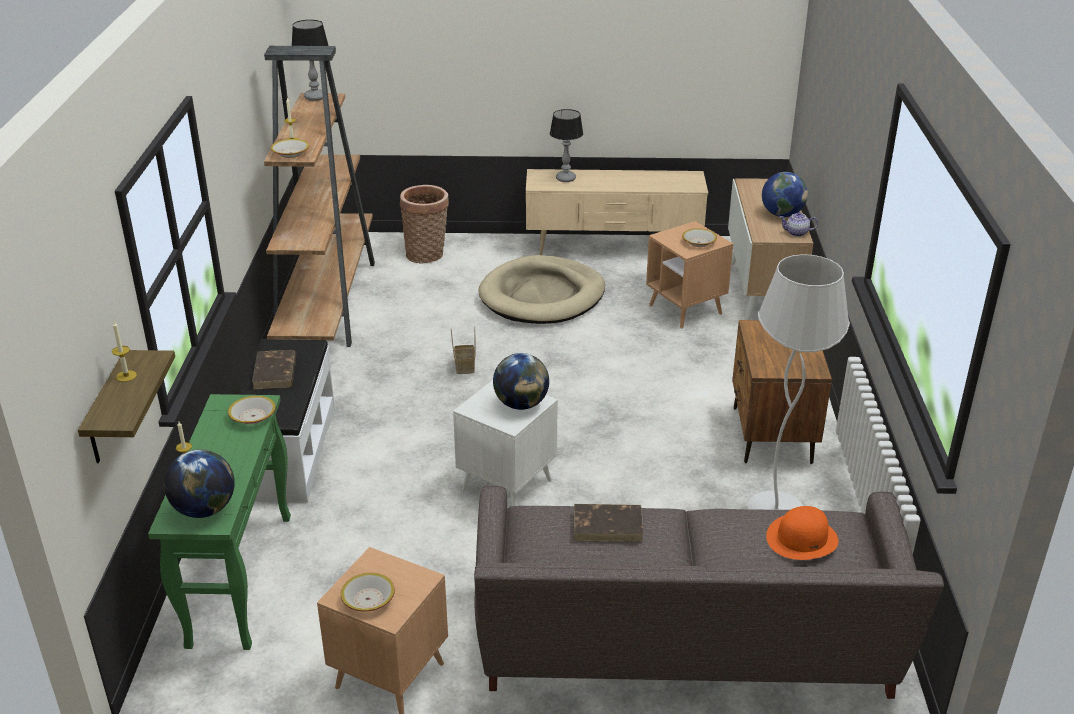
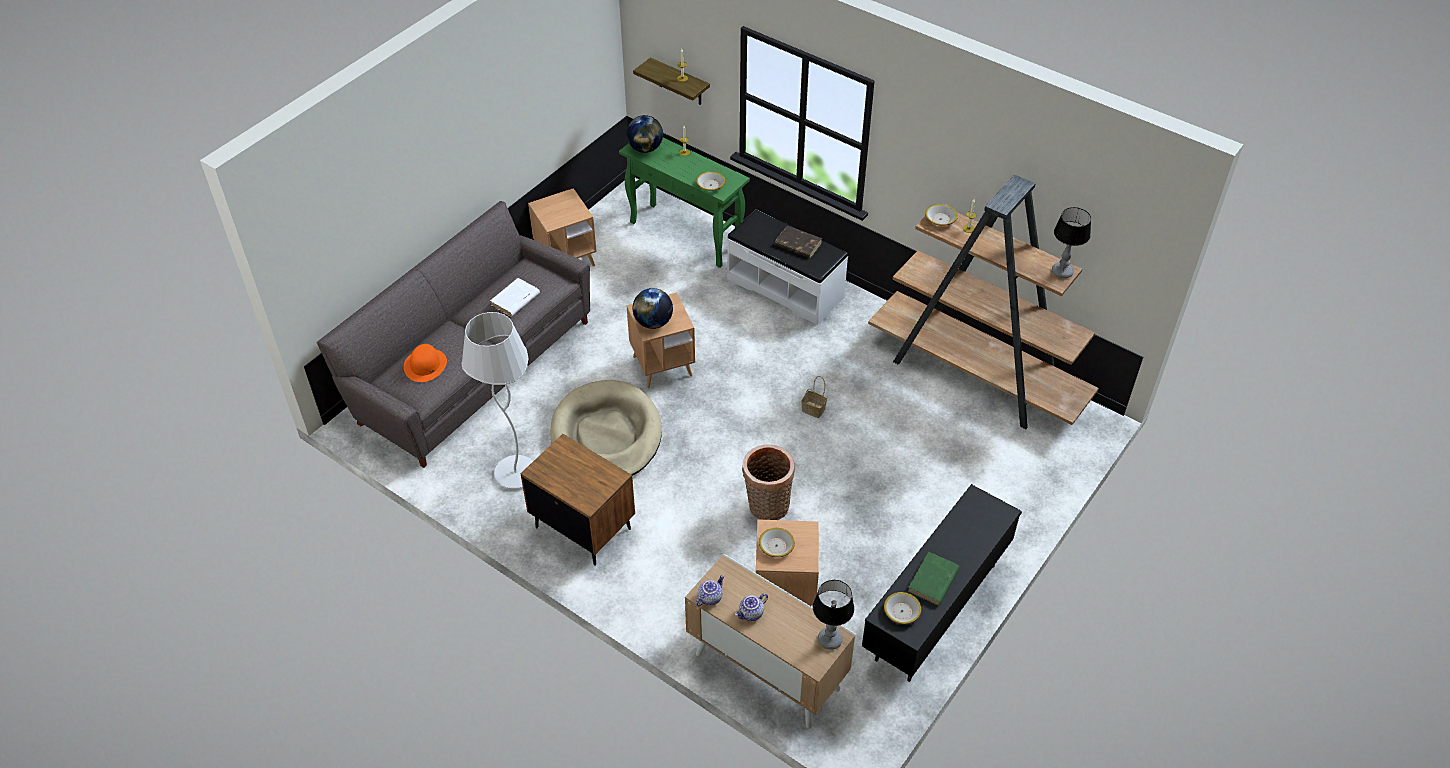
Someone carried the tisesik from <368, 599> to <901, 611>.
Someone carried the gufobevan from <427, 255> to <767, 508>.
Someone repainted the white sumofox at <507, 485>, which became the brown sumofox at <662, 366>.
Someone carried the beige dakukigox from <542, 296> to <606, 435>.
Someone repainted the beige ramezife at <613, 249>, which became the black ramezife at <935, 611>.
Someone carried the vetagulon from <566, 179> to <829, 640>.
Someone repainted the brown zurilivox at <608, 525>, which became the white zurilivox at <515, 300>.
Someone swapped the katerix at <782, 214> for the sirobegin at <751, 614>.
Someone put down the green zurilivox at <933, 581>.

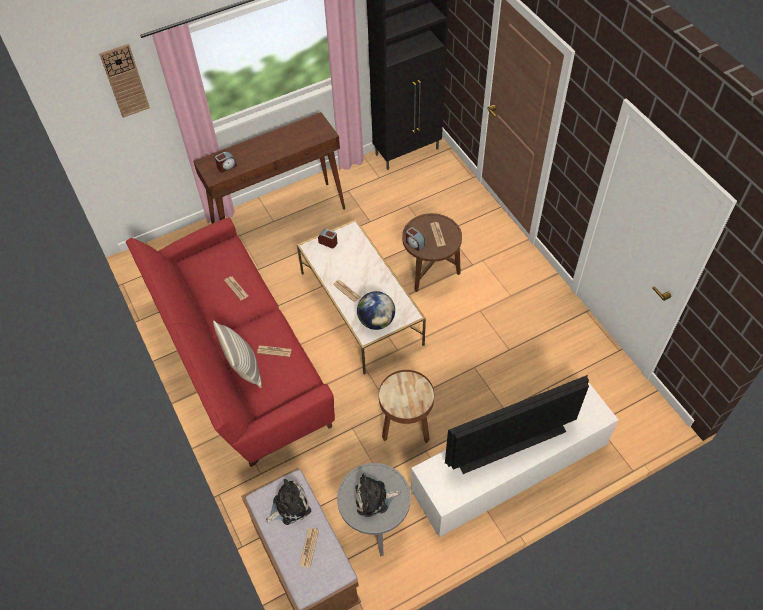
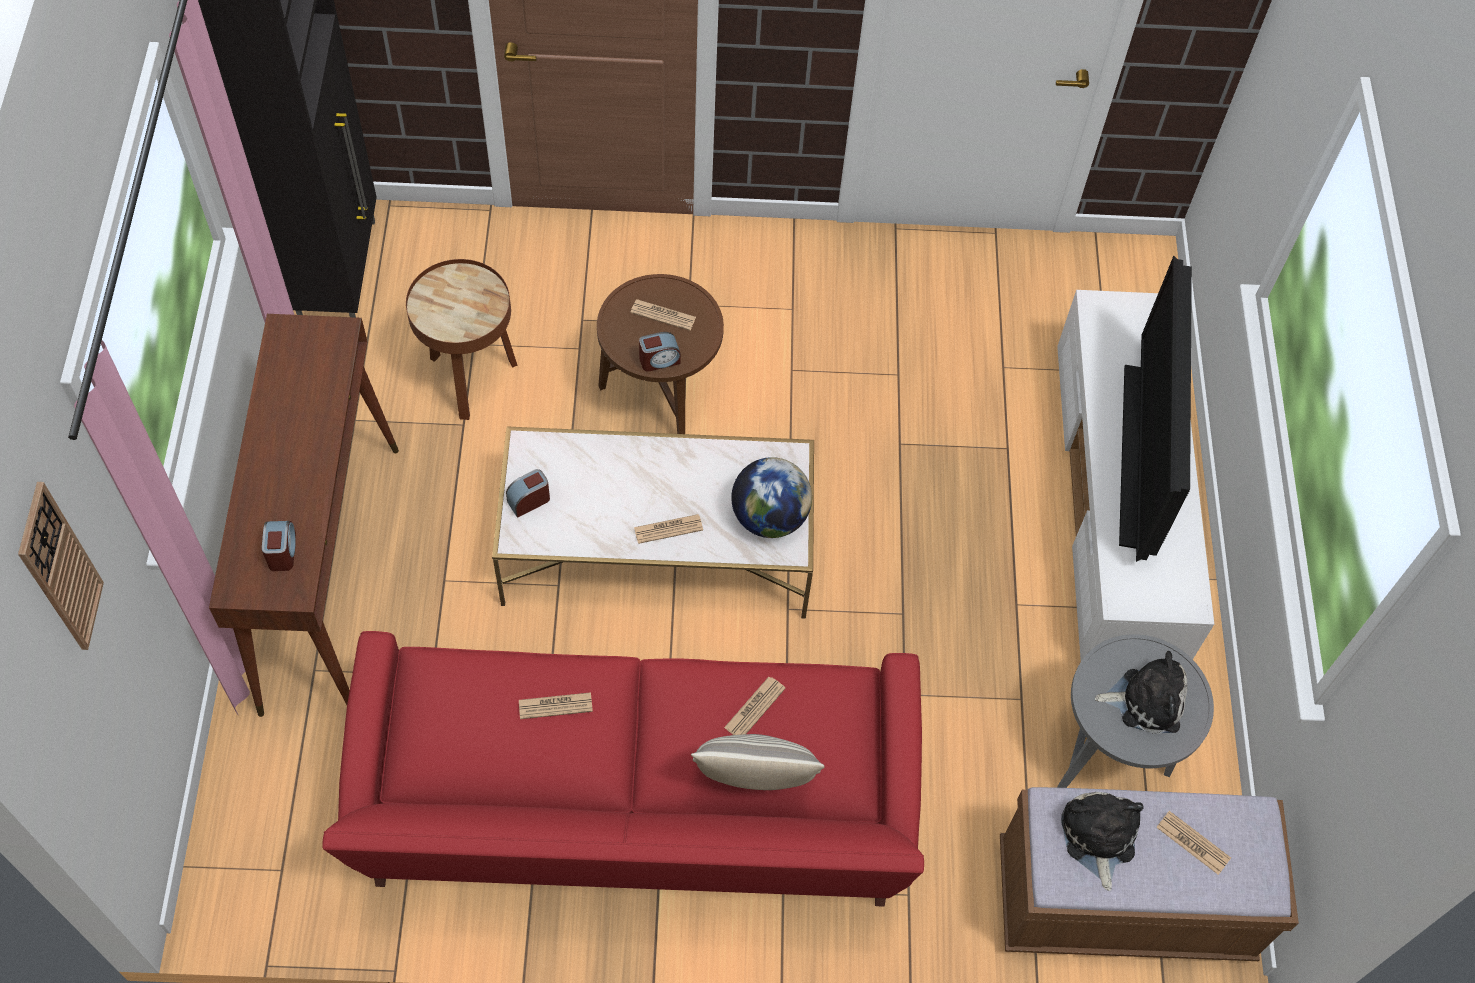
Someone rotated the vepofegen at <374, 498> by 105 degrees counterclockwise.
Someone carried the brown sumofox from <406, 428> to <471, 379>.

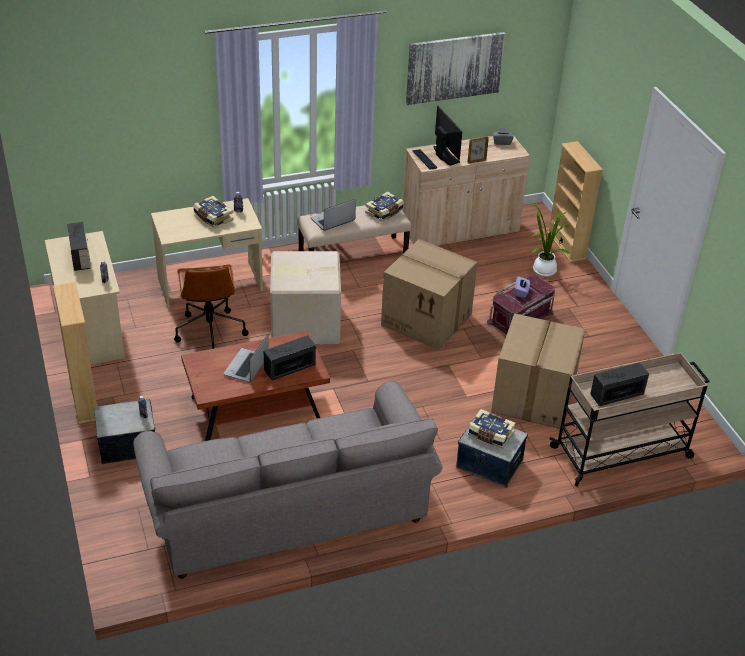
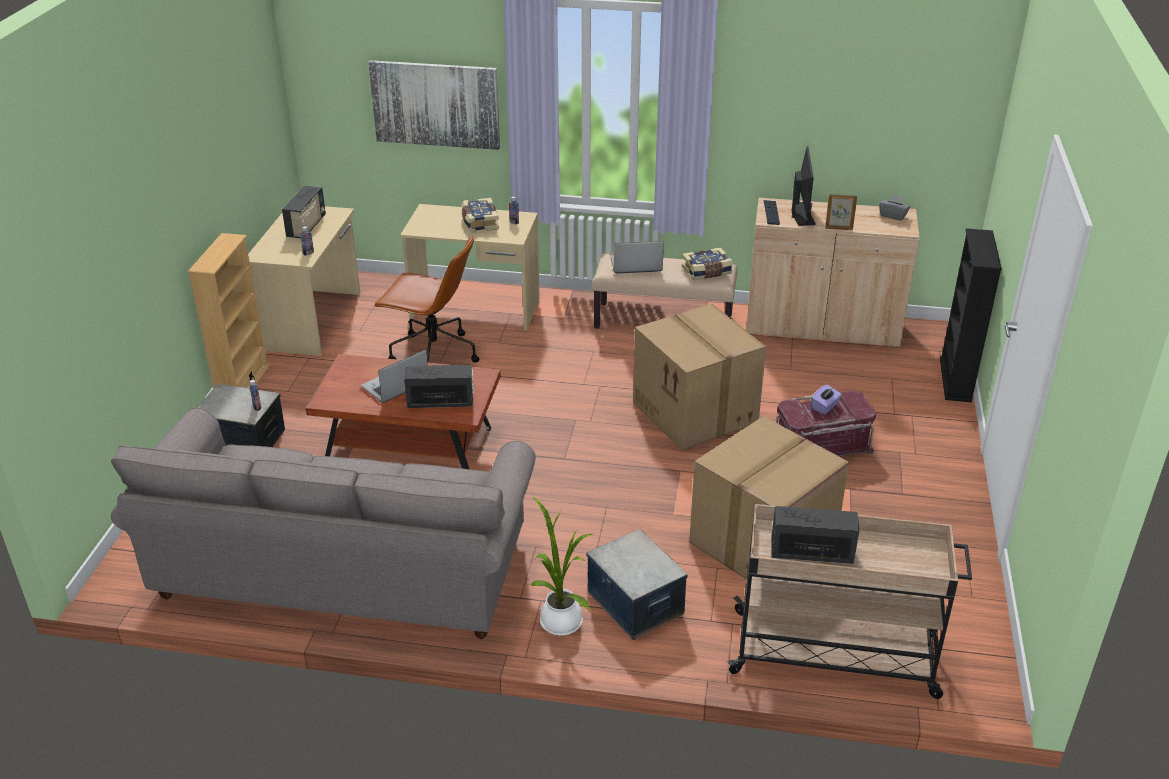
Someone rotated the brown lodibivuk at <210, 331> by 90 degrees counterclockwise.
Someone took away the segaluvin at <304, 323>.
Someone carried the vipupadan from <454, 67> to <435, 104>.
Someone took away the zurilivox at <490, 435>.
Someone carried the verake from <542, 269> to <559, 619>.
Someone repainted the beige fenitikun at <566, 245>, which became the black fenitikun at <955, 379>.

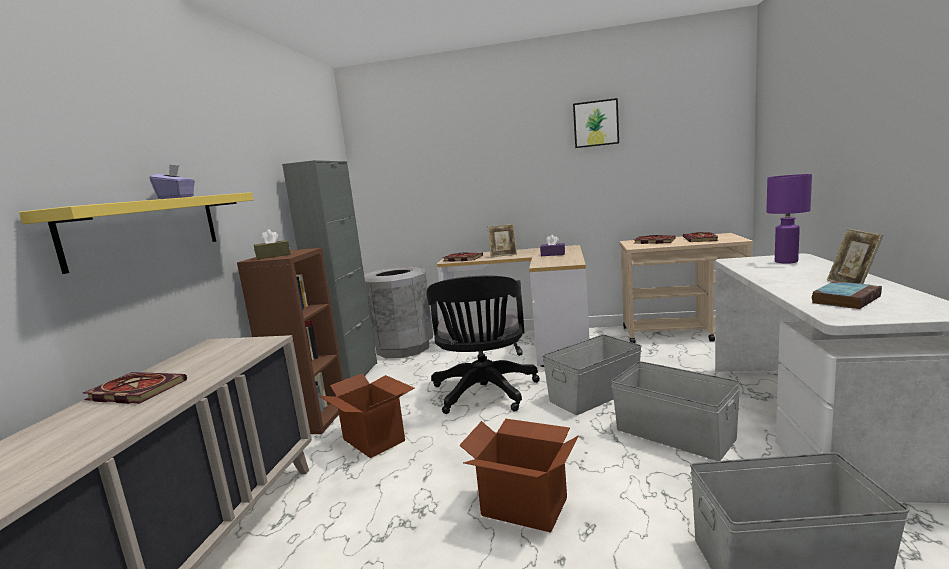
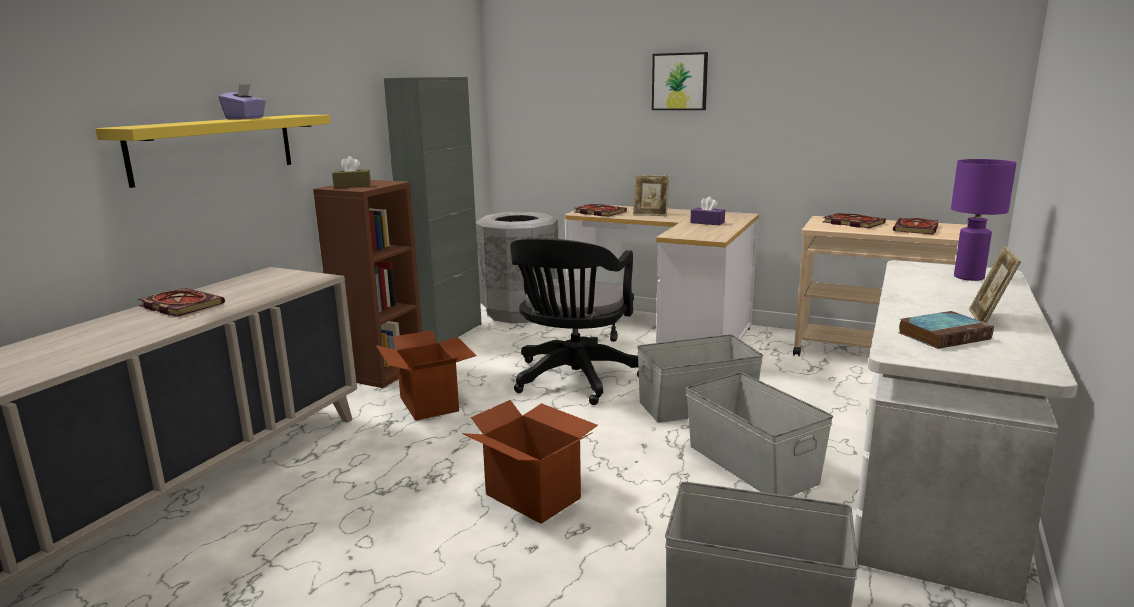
Someone carried the vipupadan from <595, 123> to <680, 81>.

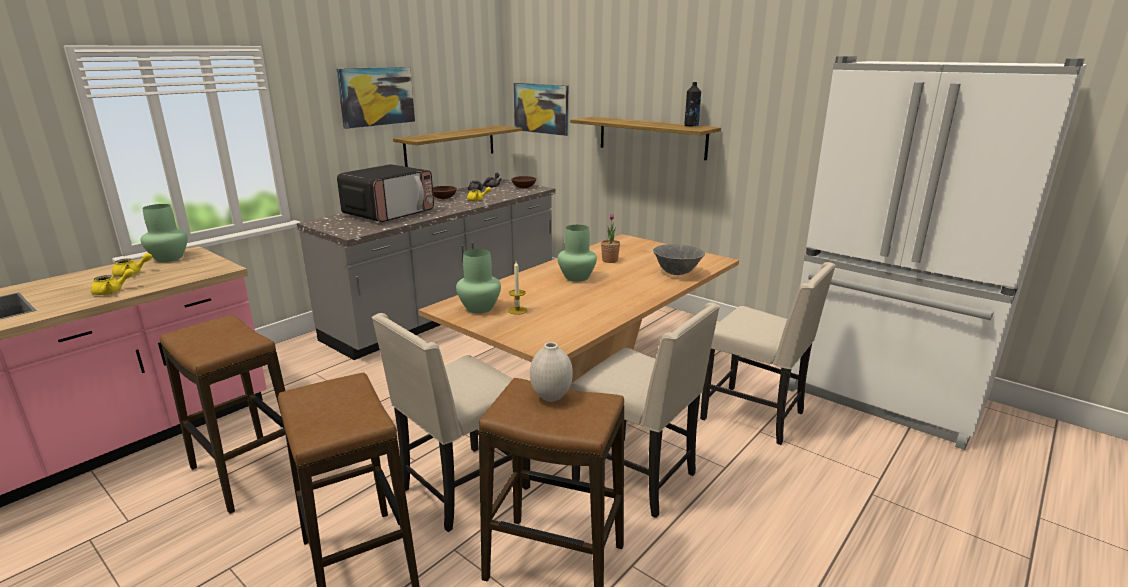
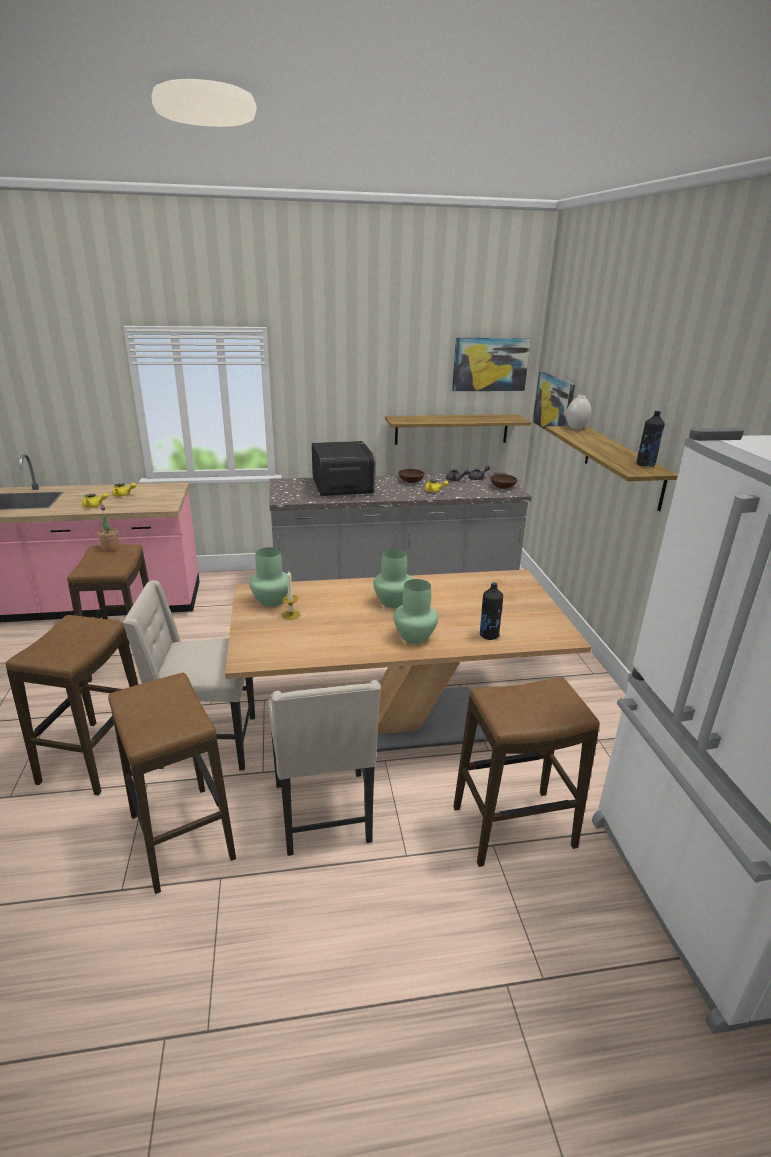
Someone carried the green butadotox from <168, 258> to <414, 637>.
Someone carried the vipupadan from <376, 96> to <490, 364>.
Someone rotated the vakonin at <389, 213> by 90 degrees counterclockwise.
Someone carried the white butadotox from <552, 397> to <576, 428>.
Someone carried the verake from <610, 260> to <111, 548>.
Someone swapped the grey tisesik at <676, 273> for the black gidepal at <489, 635>.
Someone swapped the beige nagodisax at <755, 416> for the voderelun at <513, 828>.

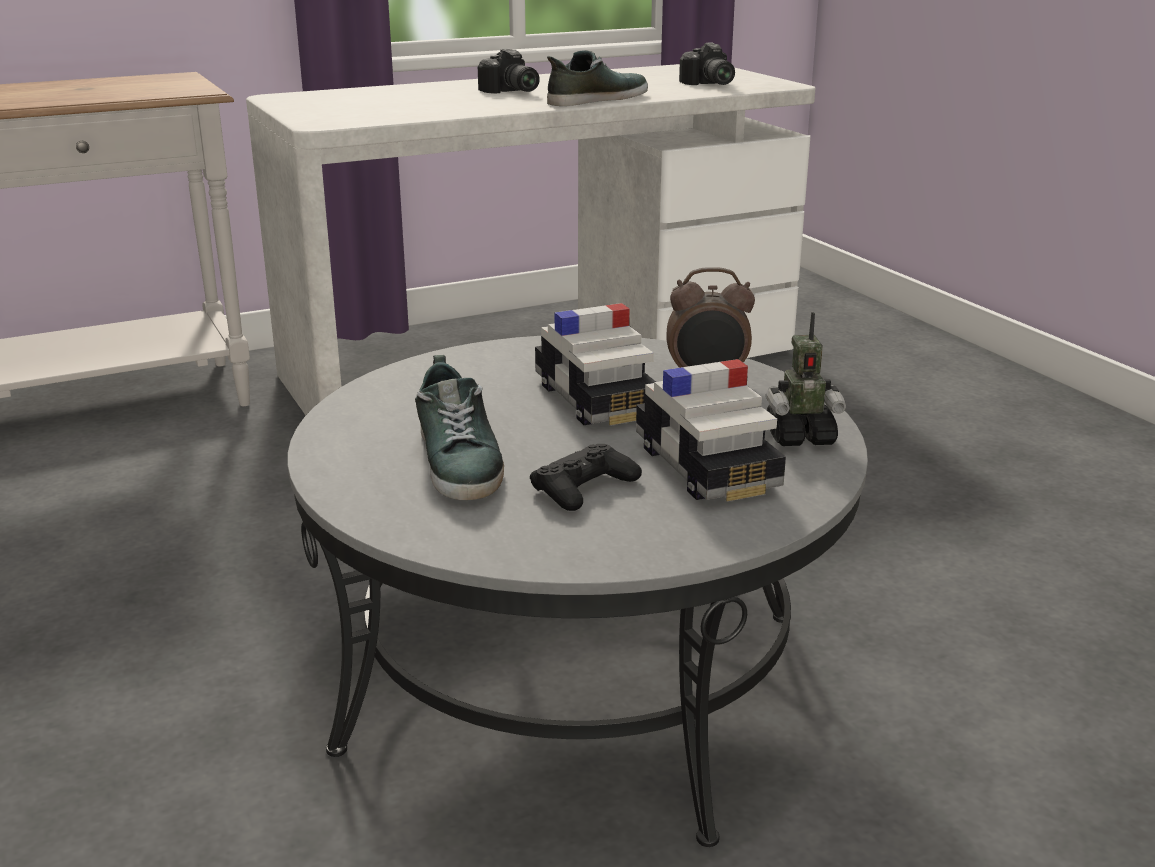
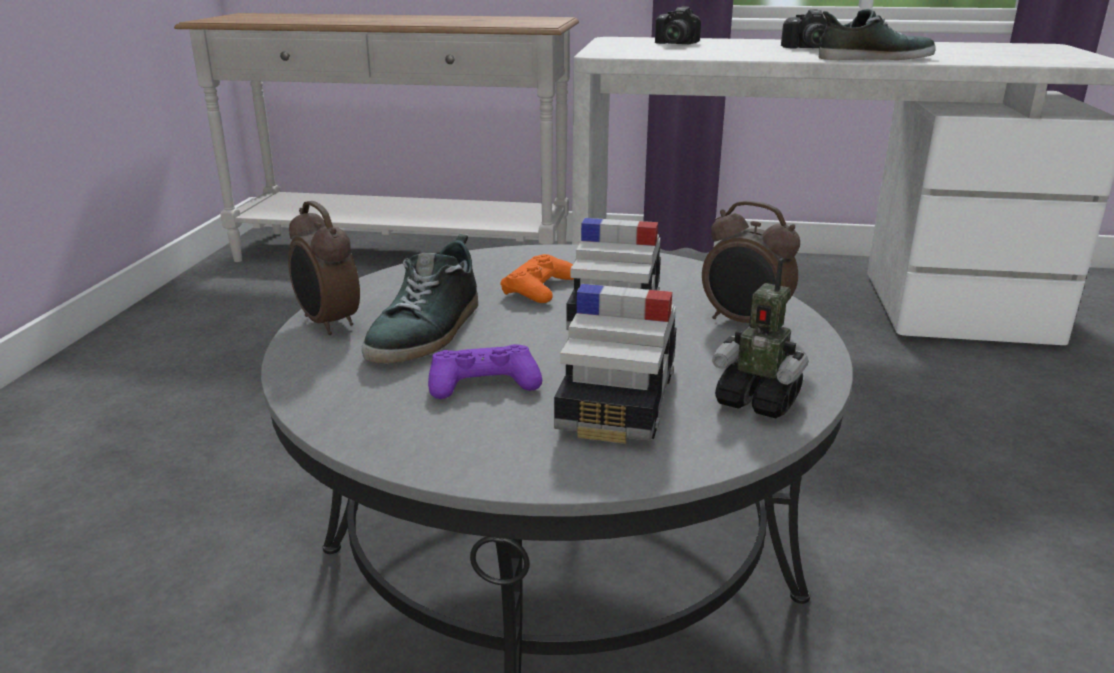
Someone repainted the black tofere at <584, 487>, which became the purple tofere at <483, 383>.
Someone carried the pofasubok from <708, 84> to <672, 44>.
Someone put down the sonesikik at <327, 324>.
Someone put down the orange tofere at <540, 288>.

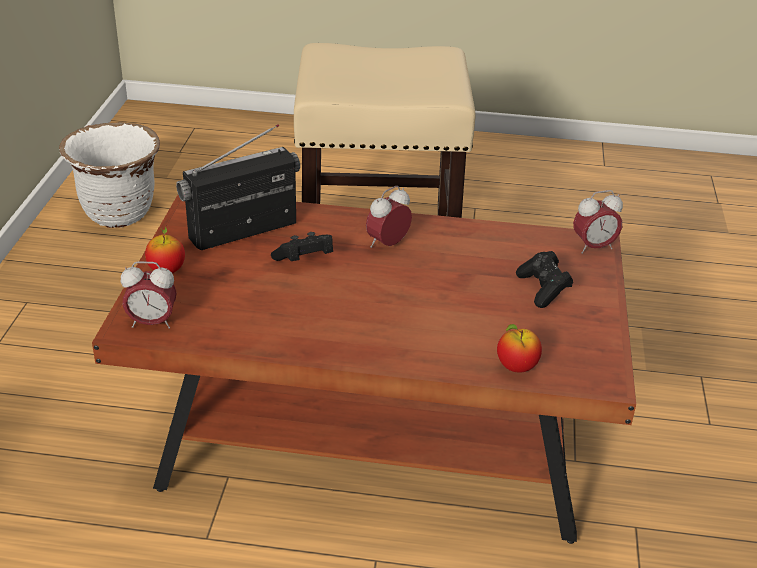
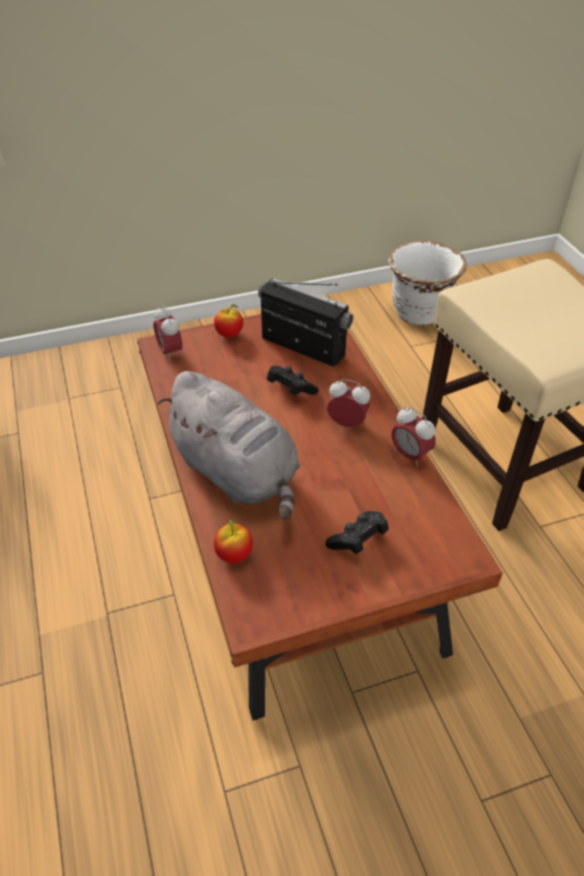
Someone carried the sonesikik from <593, 247> to <410, 455>.
Someone put down the grey vepofegen at <238, 473>.

